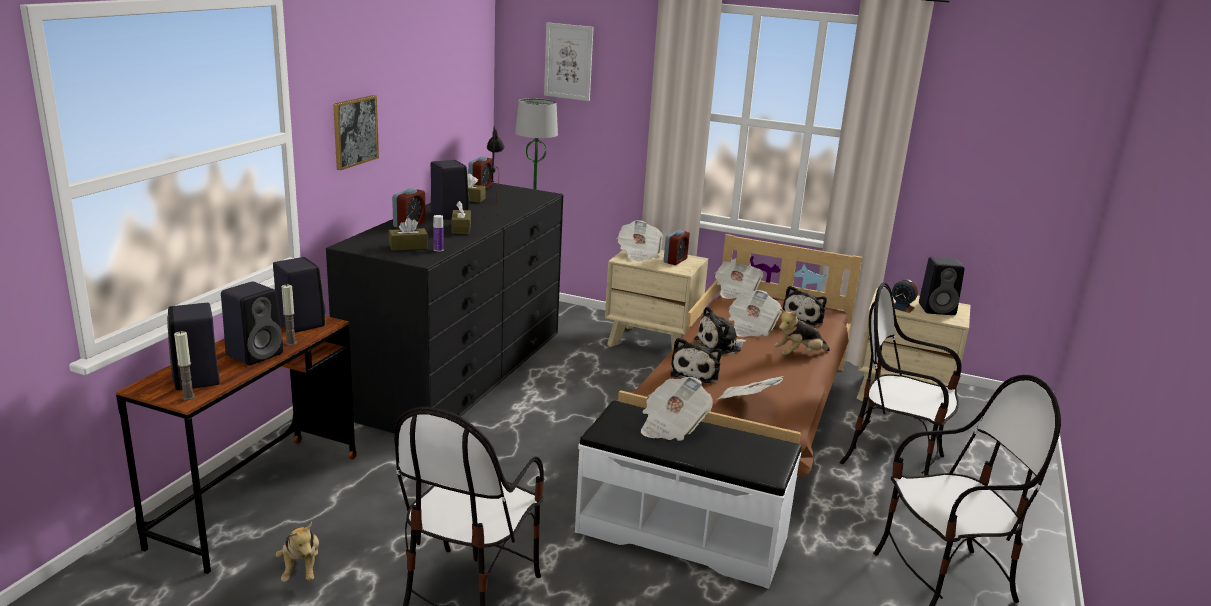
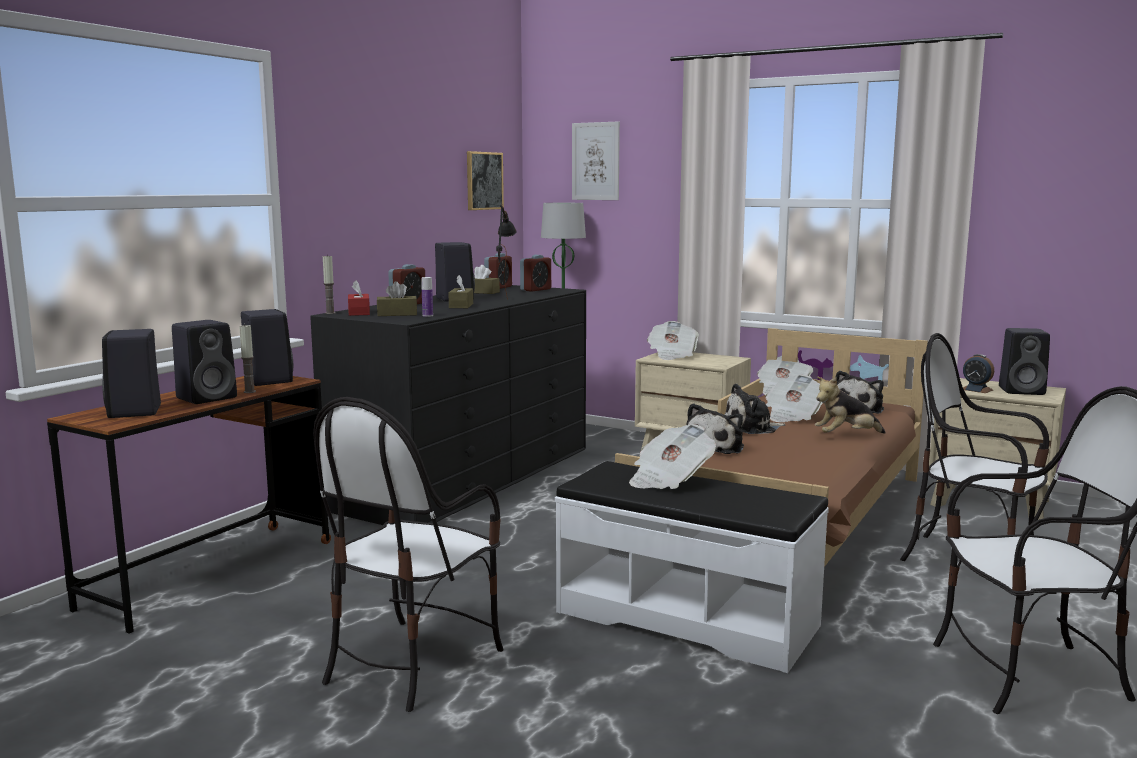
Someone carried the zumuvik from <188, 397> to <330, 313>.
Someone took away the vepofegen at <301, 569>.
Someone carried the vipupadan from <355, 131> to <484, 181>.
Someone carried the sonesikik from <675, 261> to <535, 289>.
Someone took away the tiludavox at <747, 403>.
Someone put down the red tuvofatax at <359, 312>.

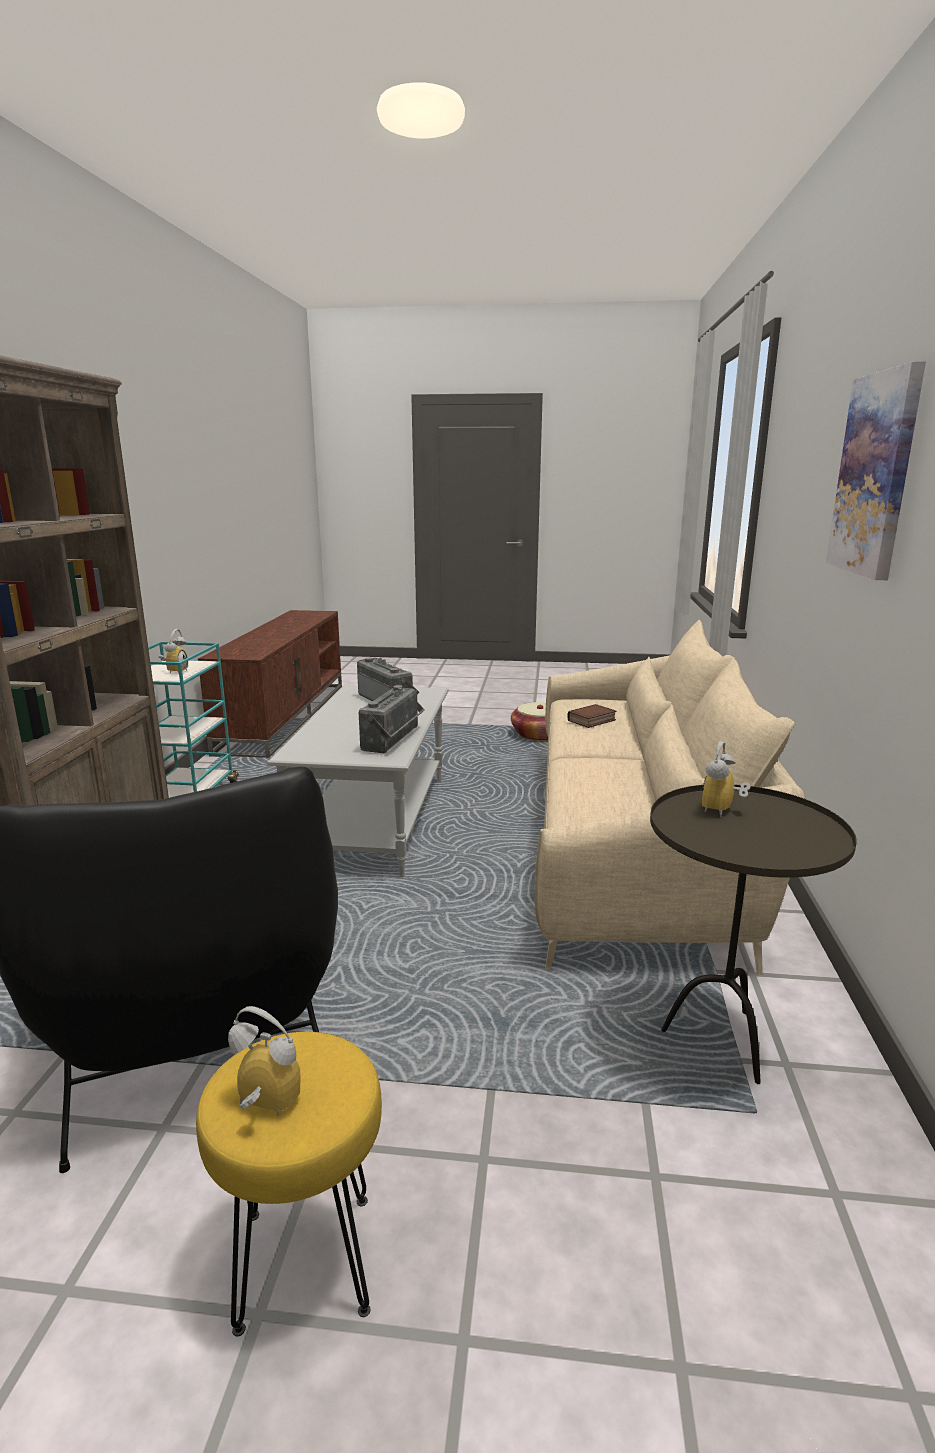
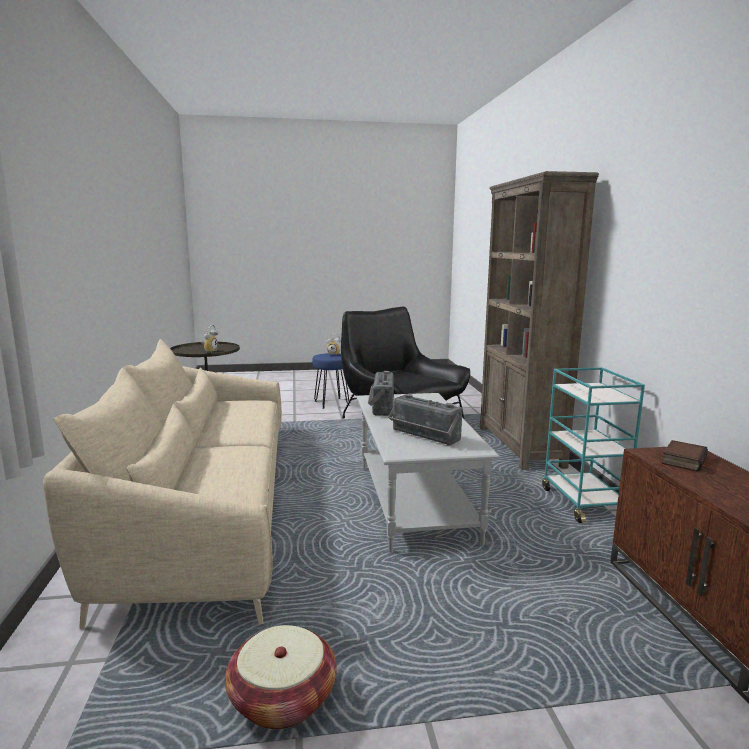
Someone took away the sonesikik at <175, 671>.
Someone repainted the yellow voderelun at <303, 1262>, which became the blue voderelun at <331, 403>.
Someone carried the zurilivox from <592, 721> to <682, 460>.
Someone took away the vipupadan at <875, 475>.

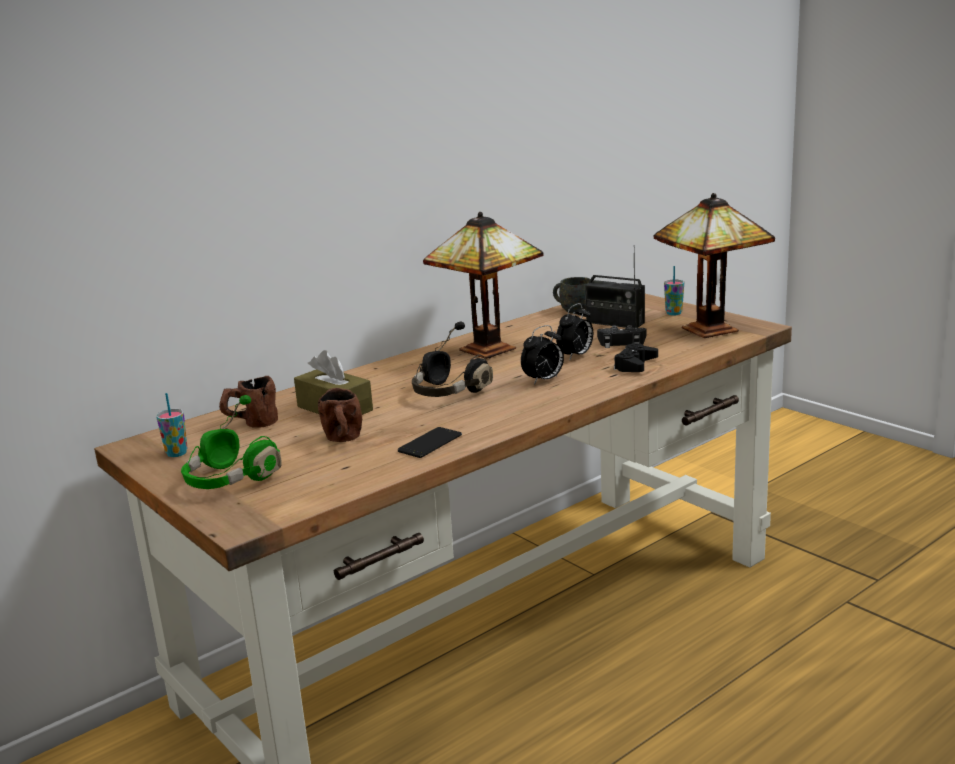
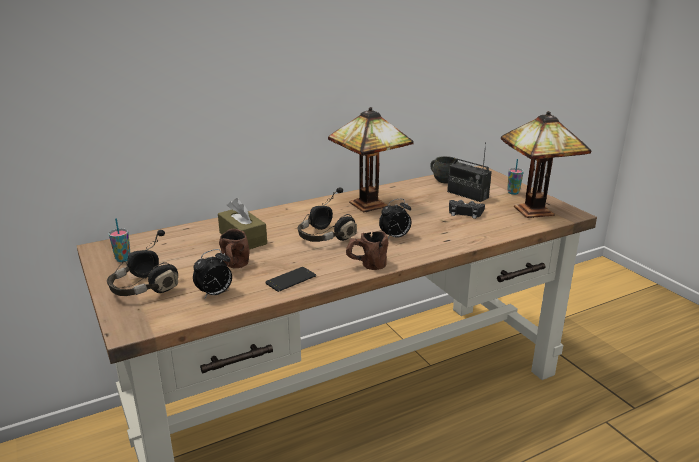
Someone repainted the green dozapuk at <230, 480>, which became the black dozapuk at <143, 288>.
Someone carried the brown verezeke from <251, 424> to <366, 265>.
Someone carried the sonesikik from <576, 356> to <215, 294>.
Someone took away the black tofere at <635, 365>.

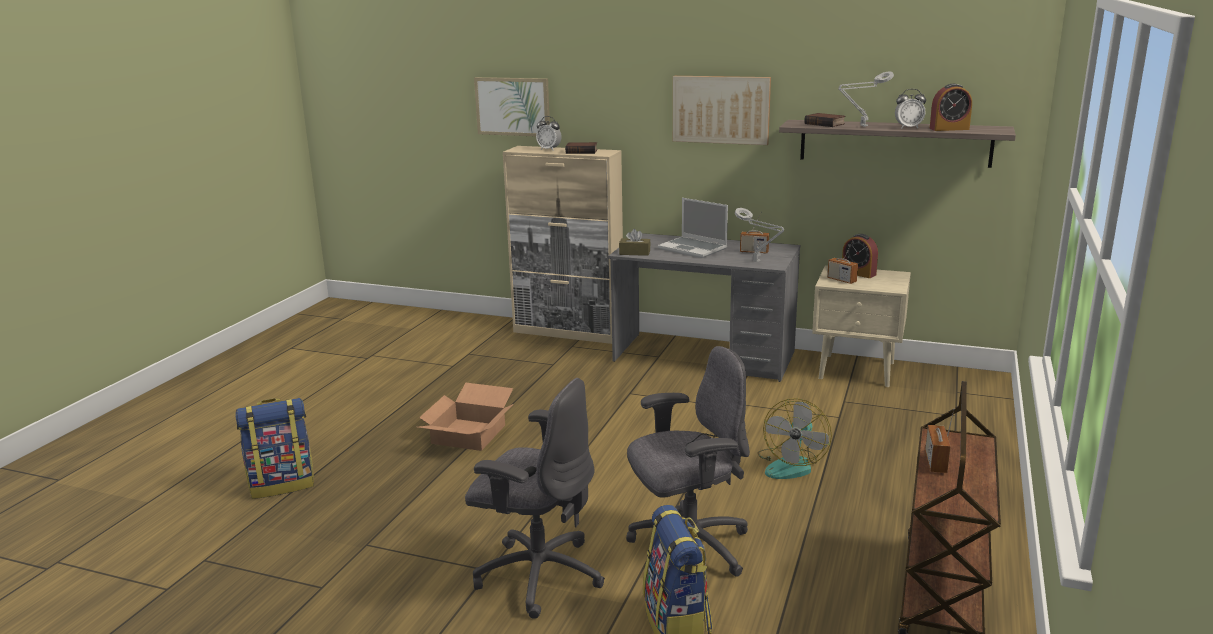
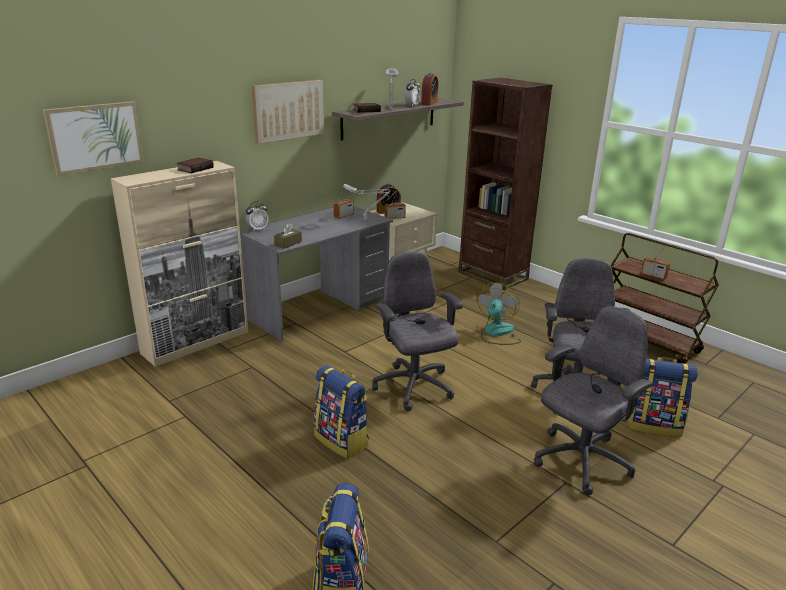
Someone swapped the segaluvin at <469, 435> for the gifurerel at <342, 441>.
Someone carried the sonesikik from <549, 149> to <257, 229>.
Someone took away the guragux at <693, 248>.
Someone rotated the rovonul at <791, 465> by 120 degrees counterclockwise.
Someone put down the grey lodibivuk at <414, 388>.
Someone put down the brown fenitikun at <492, 275>.

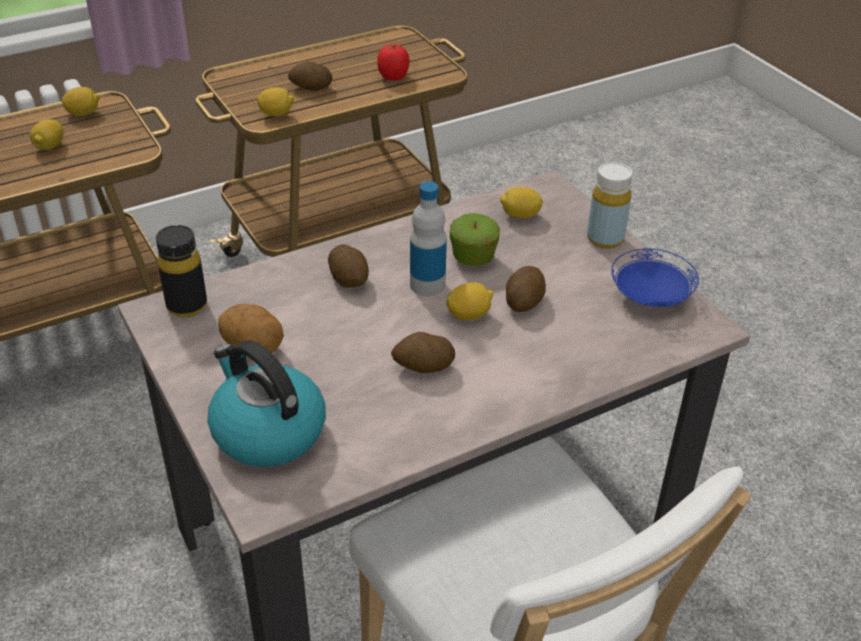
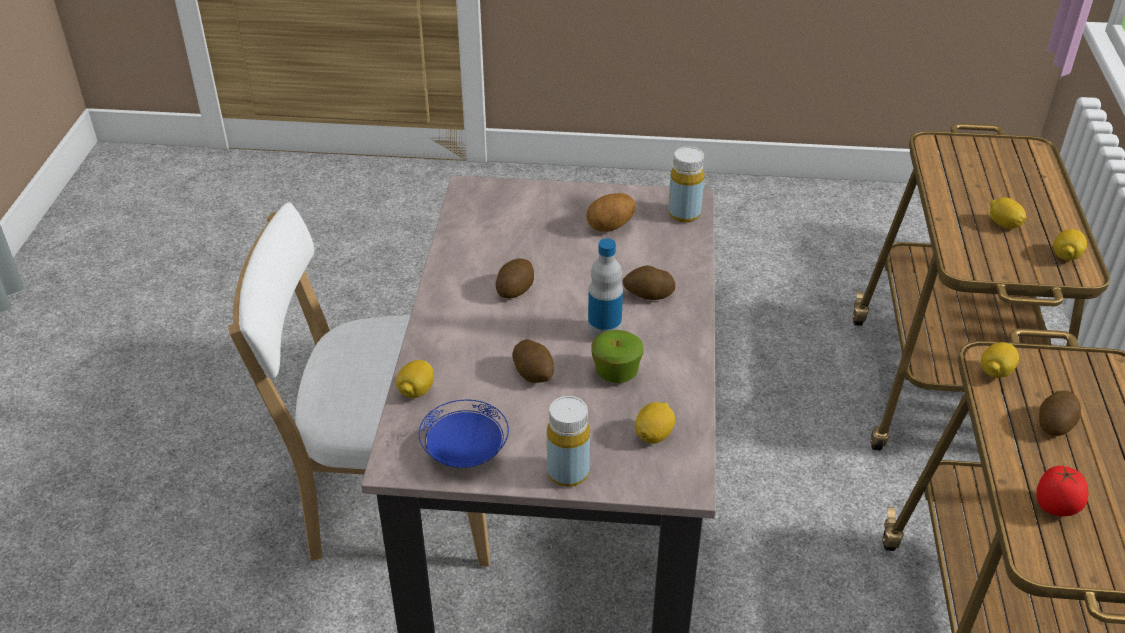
Someone repainted the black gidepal at <187, 306>, which became the yellow gidepal at <684, 214>.
Someone took away the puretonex at <267, 431>.
Someone carried the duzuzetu from <469, 315> to <416, 391>.

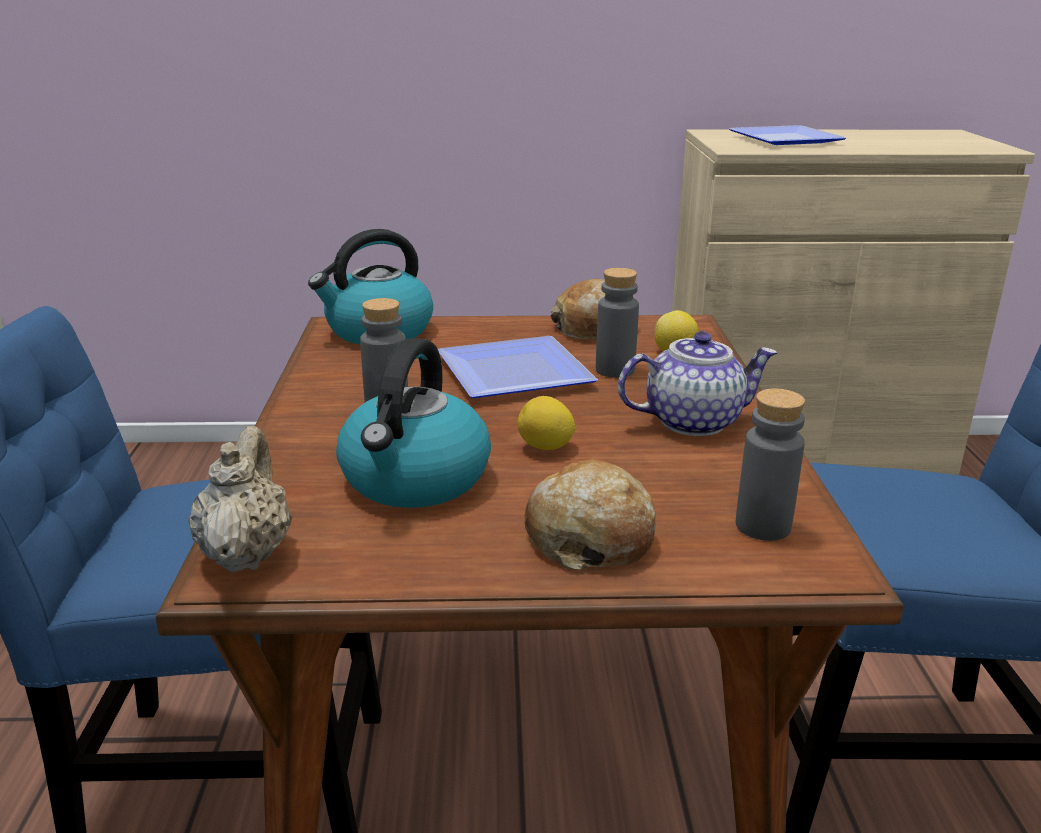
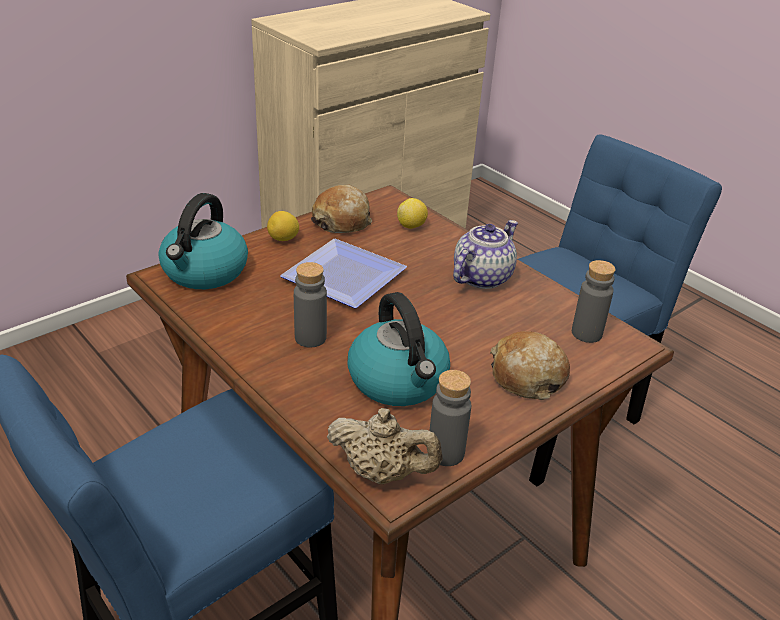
Someone rotated the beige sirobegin at <247, 553> by 150 degrees clockwise.
Someone carried the duzuzetu from <545, 447> to <283, 239>.
Someone carried the grey gidepal from <615, 370> to <445, 453>.
Someone took away the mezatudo at <781, 139>.

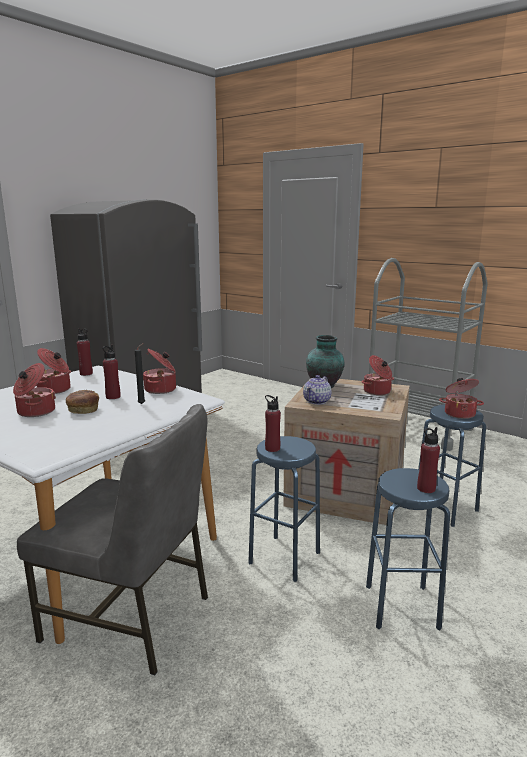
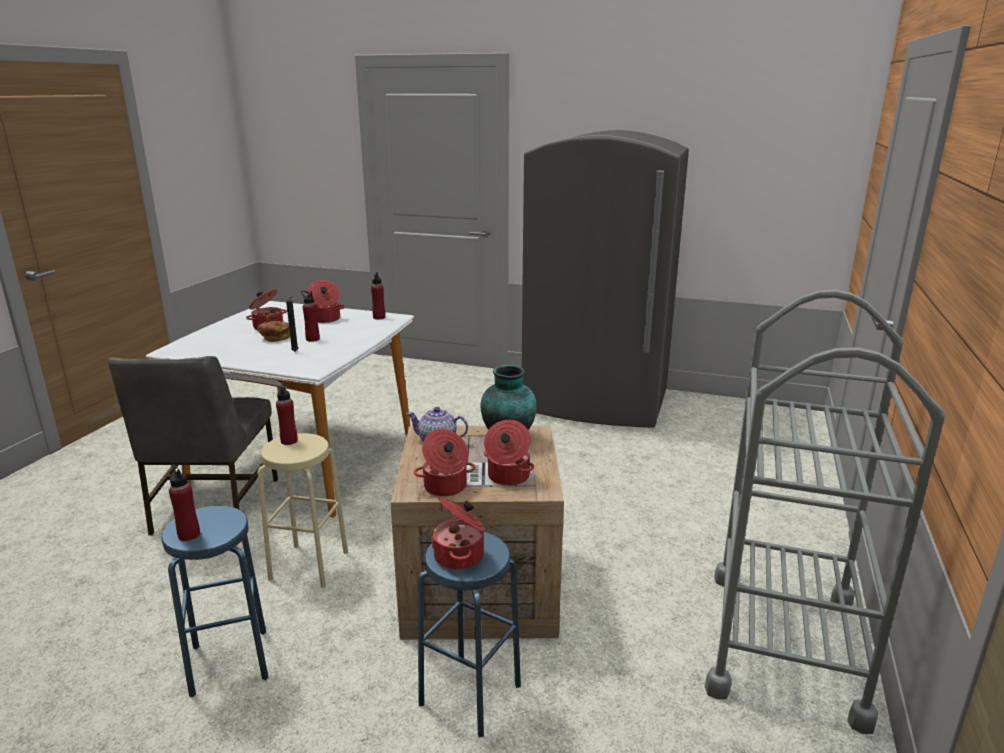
Someone carried the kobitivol from <161, 389> to <445, 487>.
Someone repainted the blue voderelun at <285, 557>, which became the beige voderelun at <309, 565>.

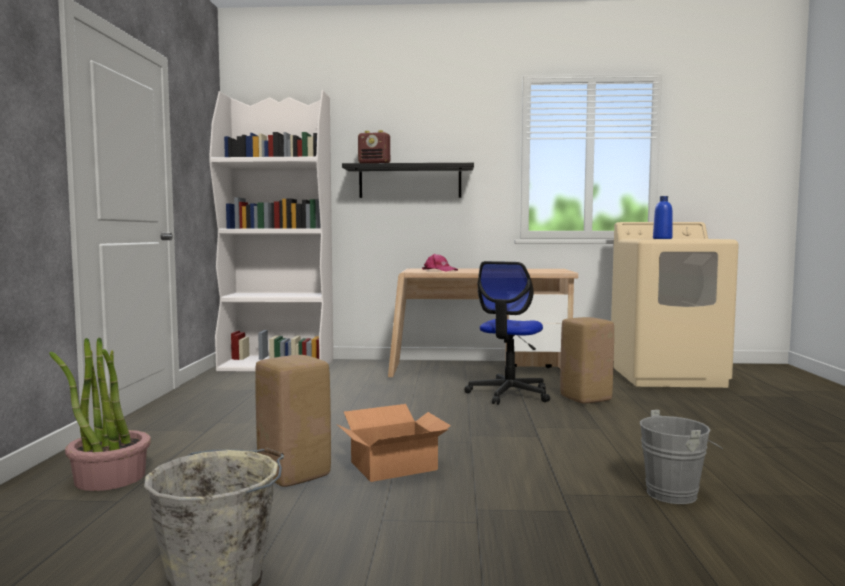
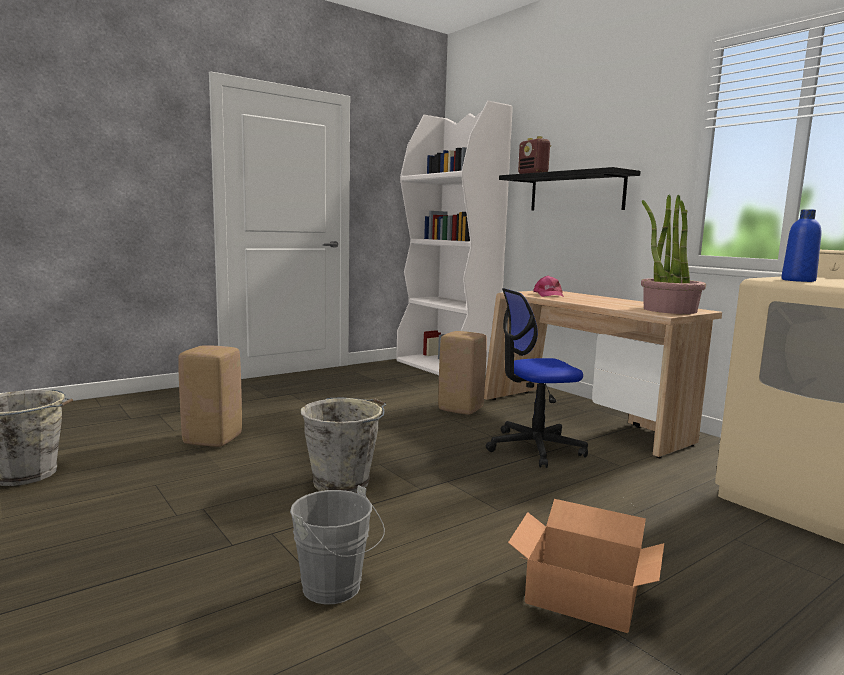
Someone carried the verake from <109, 478> to <669, 310>.
Someone carried the segaluvin from <395, 466> to <583, 597>.
Someone carried the beige voderelun from <585, 399> to <461, 409>.
Someone put down the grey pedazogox at <343, 482>.

